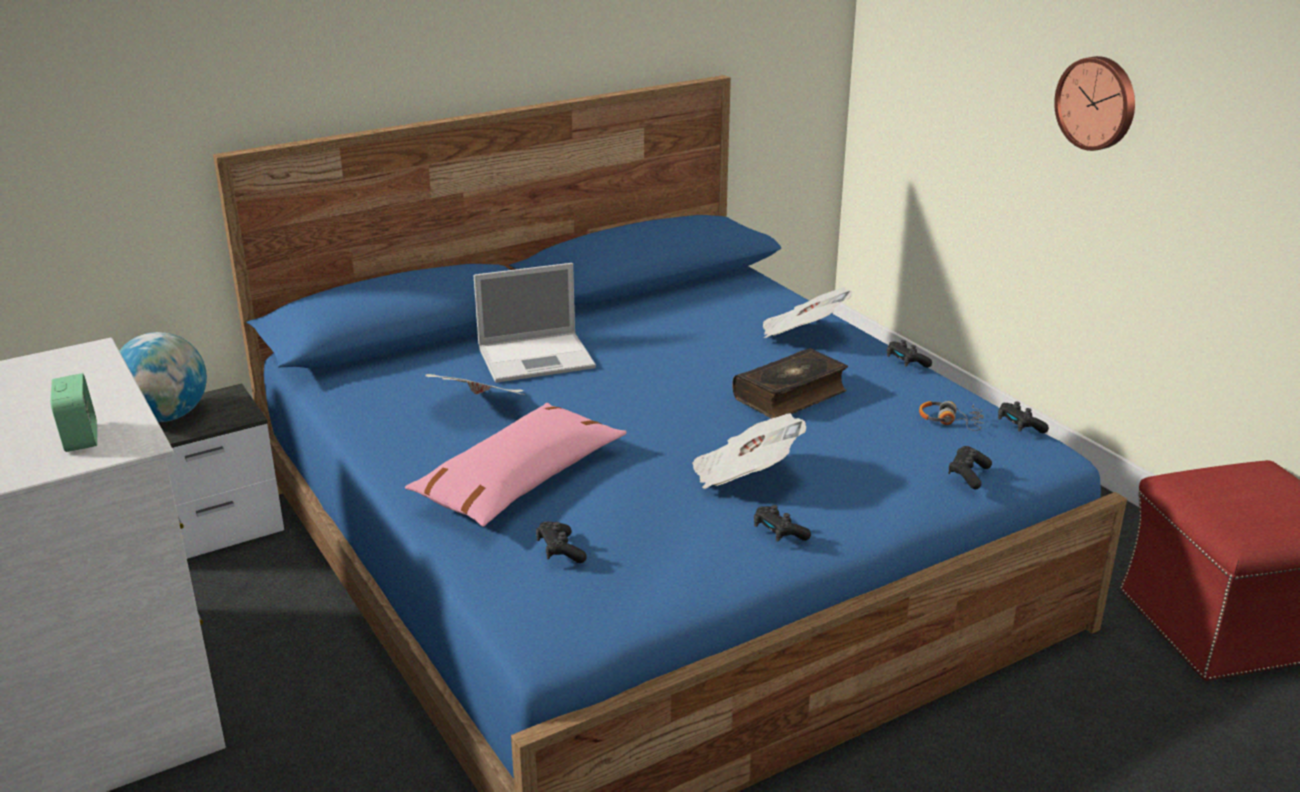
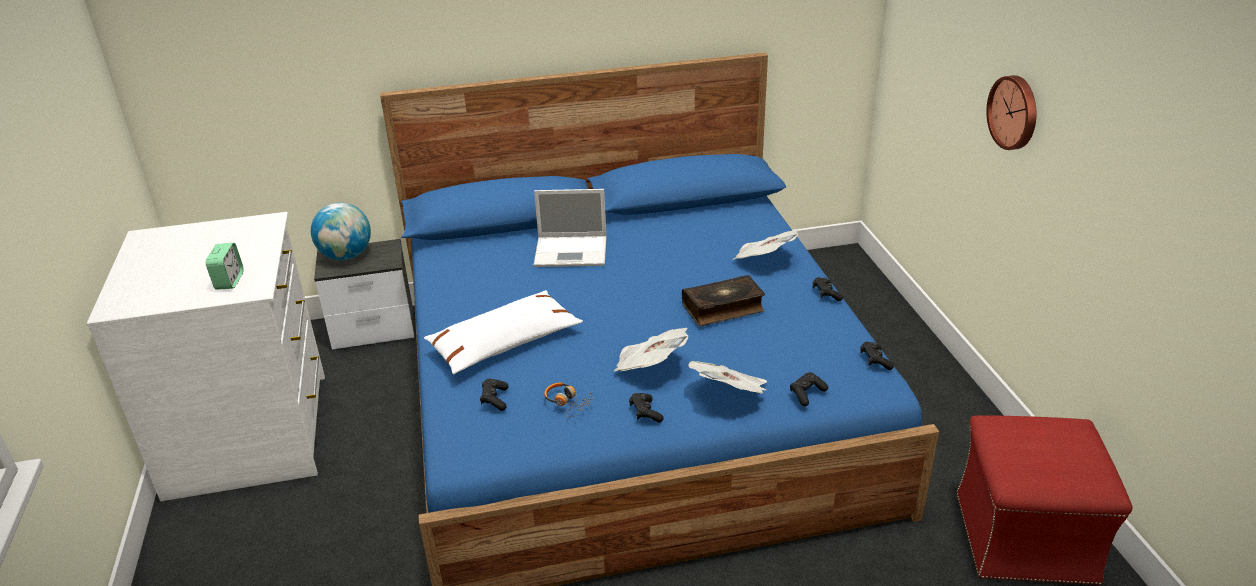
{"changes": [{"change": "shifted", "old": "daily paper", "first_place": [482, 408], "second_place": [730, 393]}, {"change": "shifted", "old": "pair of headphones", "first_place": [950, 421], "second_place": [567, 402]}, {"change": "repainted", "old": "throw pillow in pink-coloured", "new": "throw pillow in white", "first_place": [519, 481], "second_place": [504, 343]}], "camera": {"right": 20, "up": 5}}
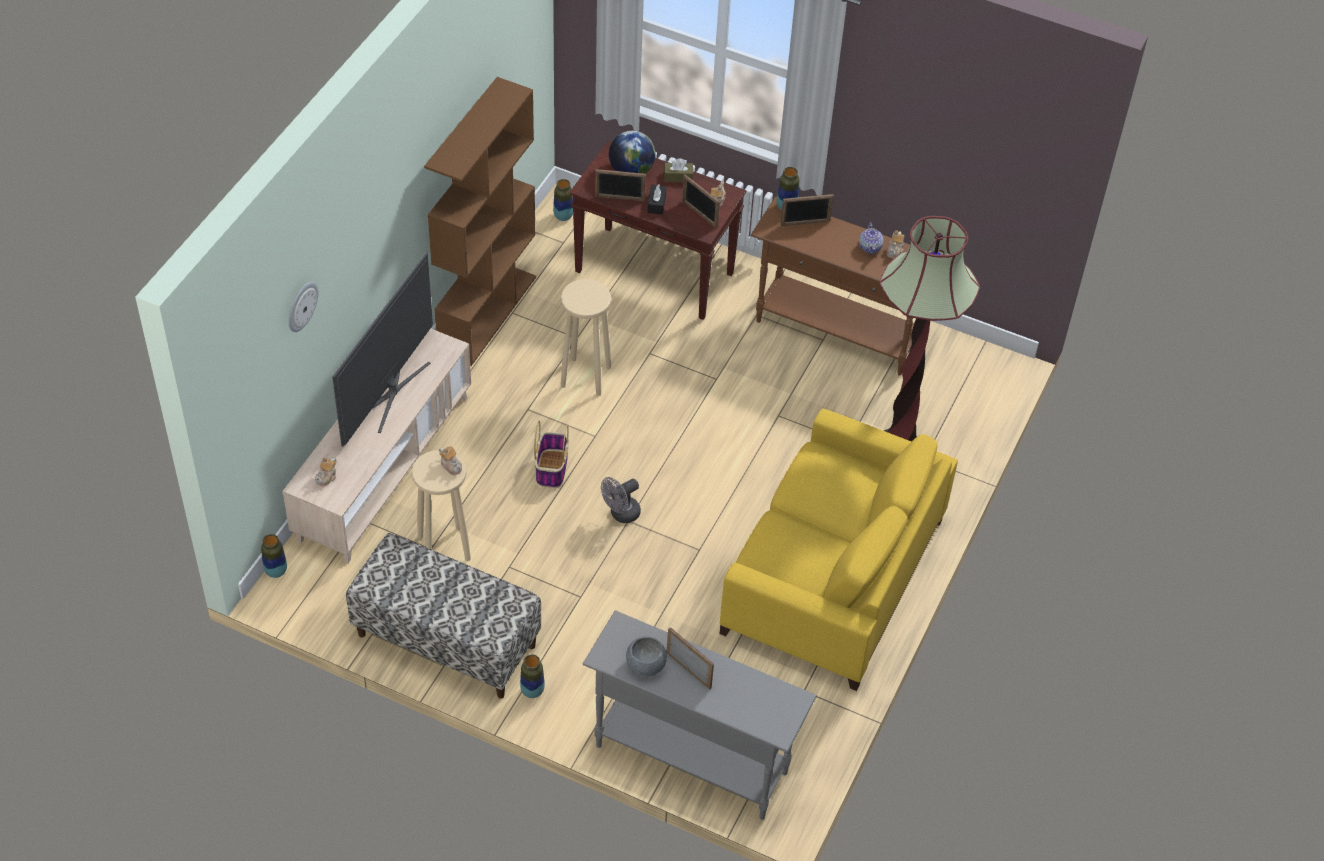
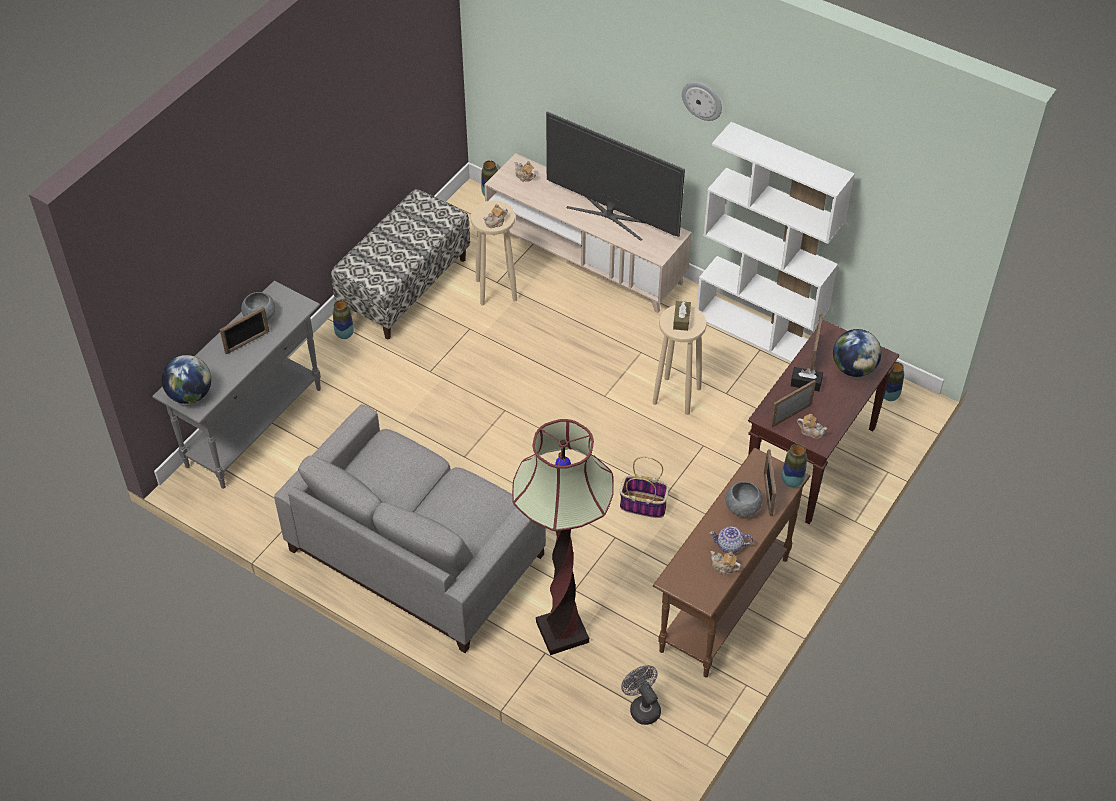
{"changes": [{"change": "repainted", "old": "bookshelf in brown-coloured", "new": "bookshelf in white", "first_place": [487, 313], "second_place": [759, 332]}, {"change": "shifted", "old": "tissue holder in brown-coloured", "first_place": [678, 177], "second_place": [681, 319]}, {"change": "shifted", "old": "hanging clock", "first_place": [301, 306], "second_place": [702, 100]}, {"change": "repainted", "old": "settee in yellow-coloured", "new": "settee in grey", "first_place": [831, 575], "second_place": [417, 551]}, {"change": "shifted", "old": "basket", "first_place": [551, 468], "second_place": [644, 505]}, {"change": "shifted", "old": "cooling fan in grey", "first_place": [621, 514], "second_place": [642, 707]}, {"change": "new", "new": "world globe", "second_place": [190, 395]}, {"change": "new", "new": "bowl in grey", "second_place": [743, 507]}], "camera": {"right": 100, "up": 0}}
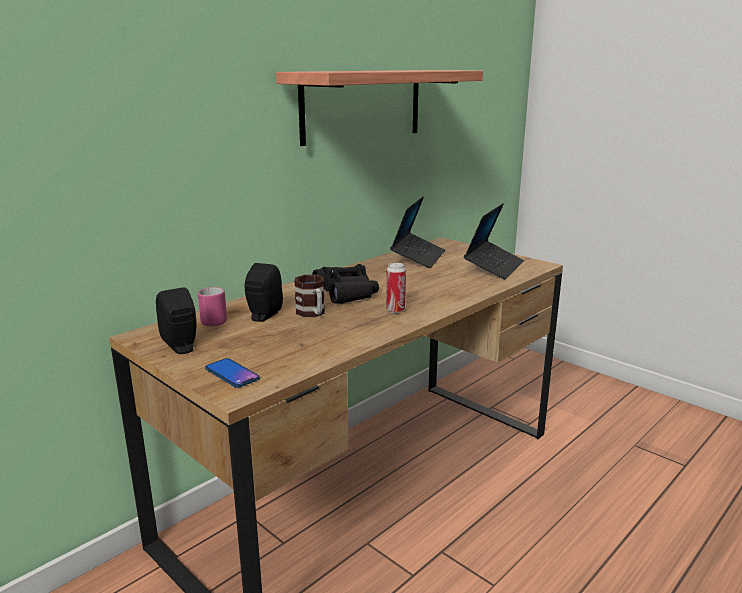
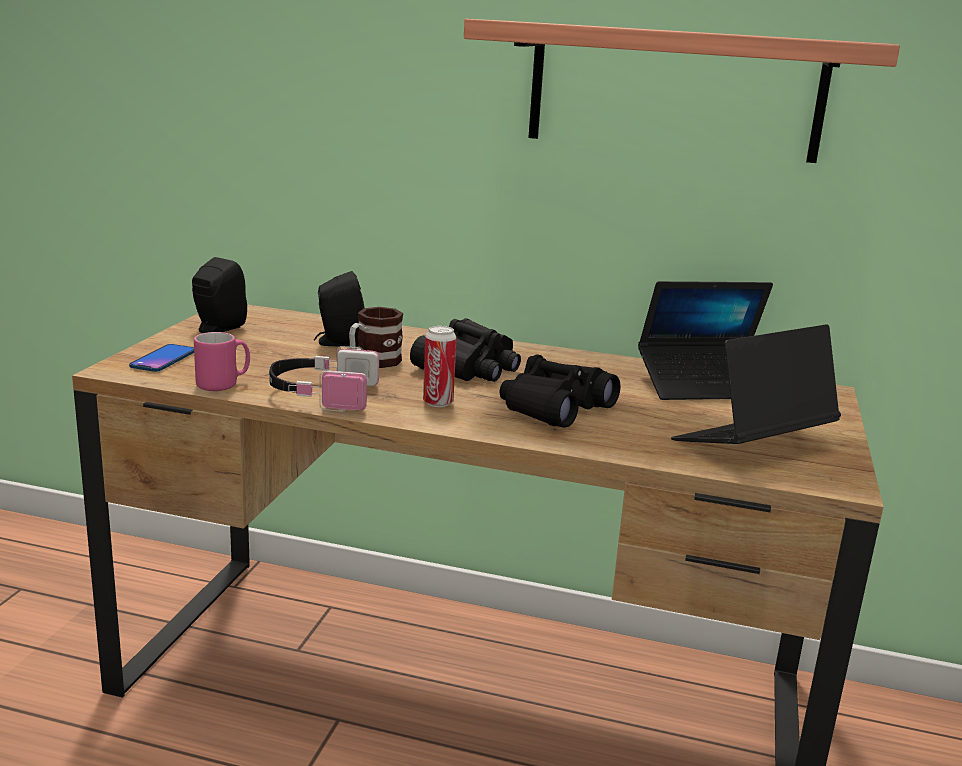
{"changes": [{"change": "rotated", "old": "notebook computer", "first_place": [494, 267], "second_place": [752, 444], "degrees": 150}, {"change": "shifted", "old": "coffee mug in pink-coloured", "first_place": [214, 320], "second_place": [224, 384]}, {"change": "new", "new": "pair of headphones", "second_place": [321, 395]}, {"change": "new", "new": "pair of binoculars in black-coloured", "second_place": [554, 408]}], "camera": {"right": 60, "up": 0}}
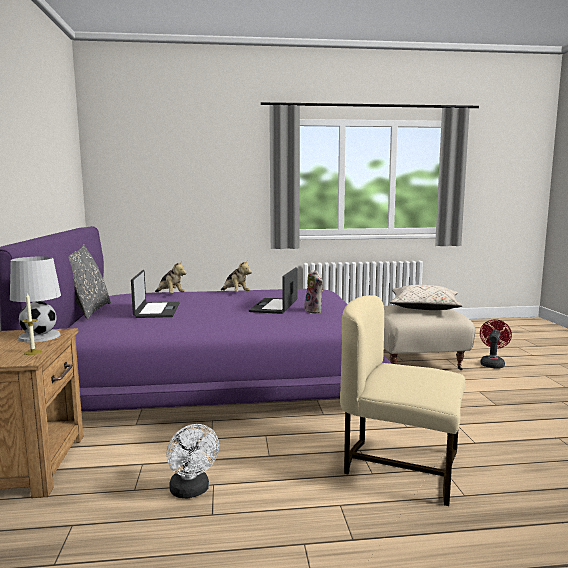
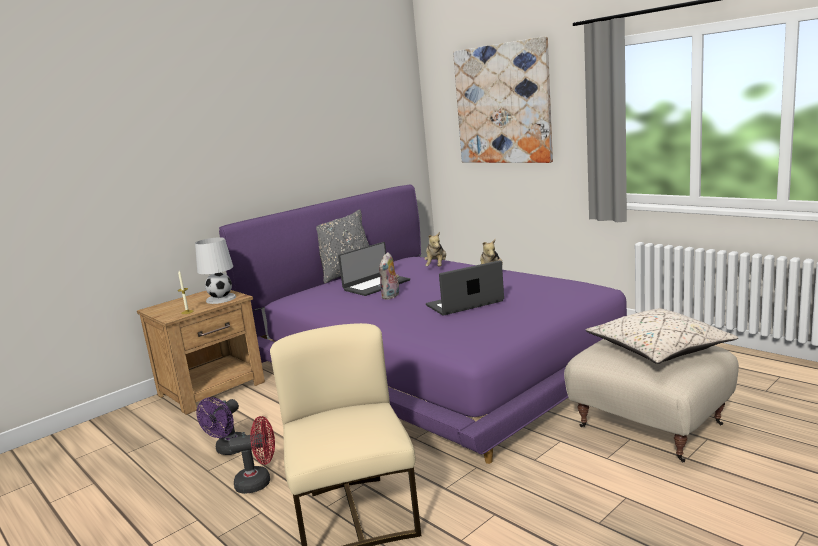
{"changes": [{"change": "shifted", "old": "cuddly toy", "first_place": [315, 311], "second_place": [391, 296]}, {"change": "shifted", "old": "cooling fan in red-coloured", "first_place": [492, 363], "second_place": [259, 482]}, {"change": "repainted", "old": "cooling fan in white", "new": "cooling fan in purple-coloured", "first_place": [191, 491], "second_place": [229, 450]}, {"change": "new", "new": "wall art", "second_place": [502, 104]}], "camera": {"right": 55, "up": 5}}
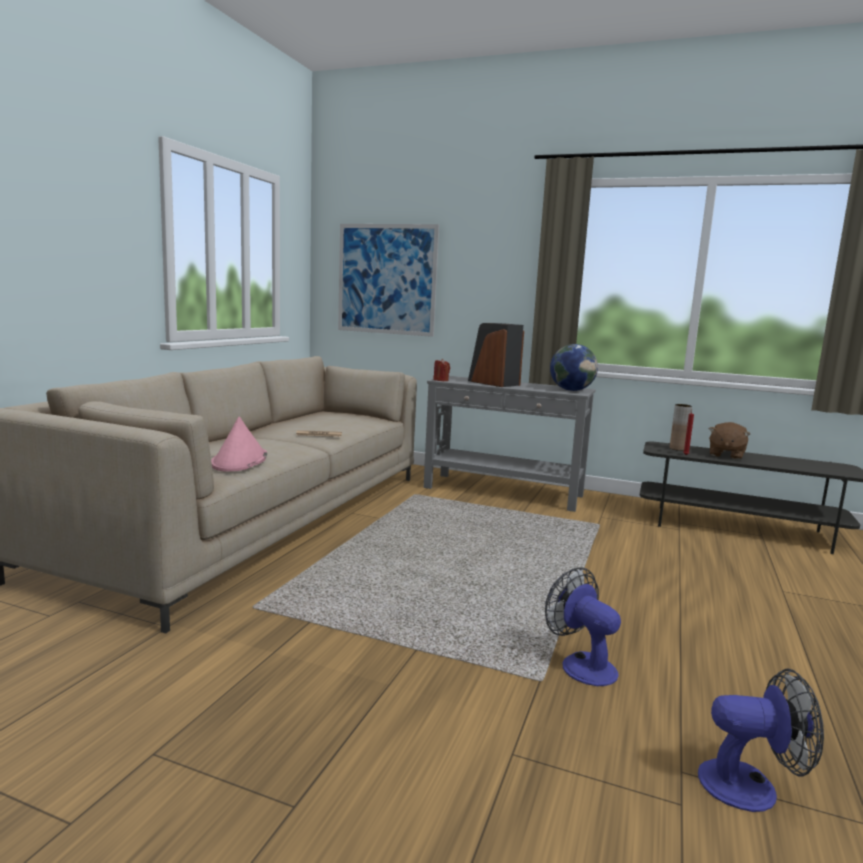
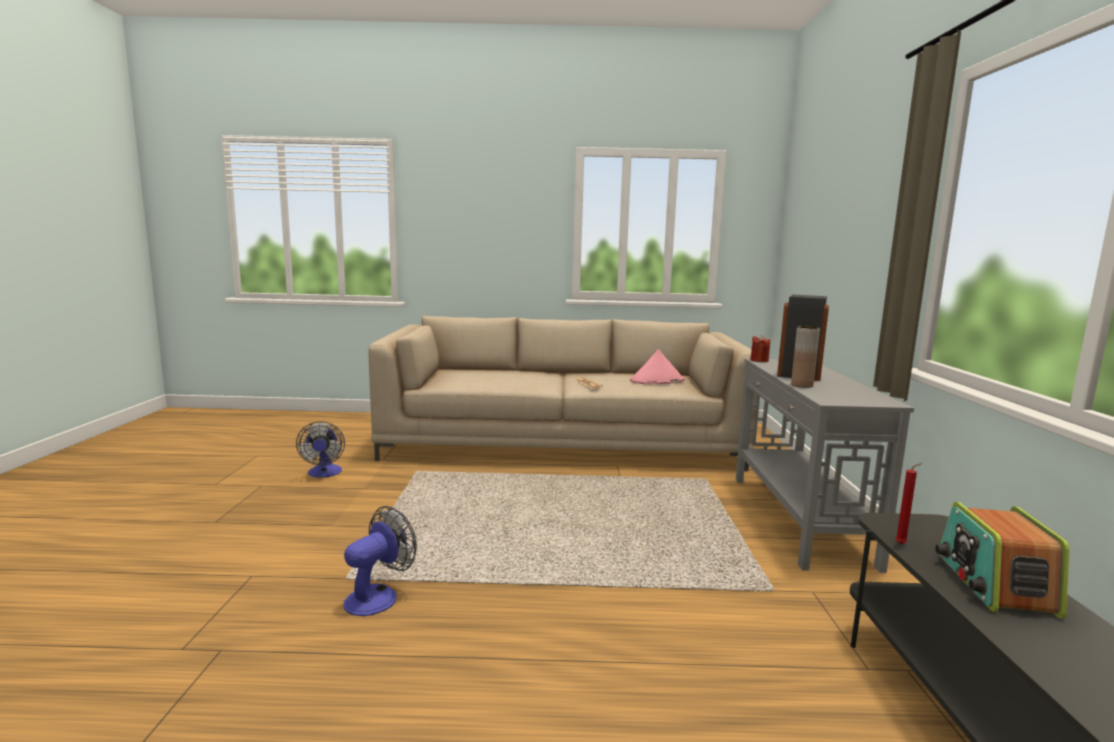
{"changes": [{"change": "gone", "old": "wall art", "first_place": [386, 279]}, {"change": "gone", "old": "world globe", "first_place": [571, 390]}, {"change": "shifted", "old": "decorative vase in brown-coloured", "first_place": [677, 449], "second_place": [802, 385]}, {"change": "shifted", "old": "wearable hat in pink-coloured", "first_place": [239, 461], "second_place": [657, 380]}, {"change": "swapped", "old": "cuddly toy in brown-coloured", "new": "radio", "first_place": [725, 455], "second_place": [993, 584]}, {"change": "shifted", "old": "cooling fan", "first_place": [751, 786], "second_place": [324, 473]}], "camera": {"right": 70, "up": 0}}
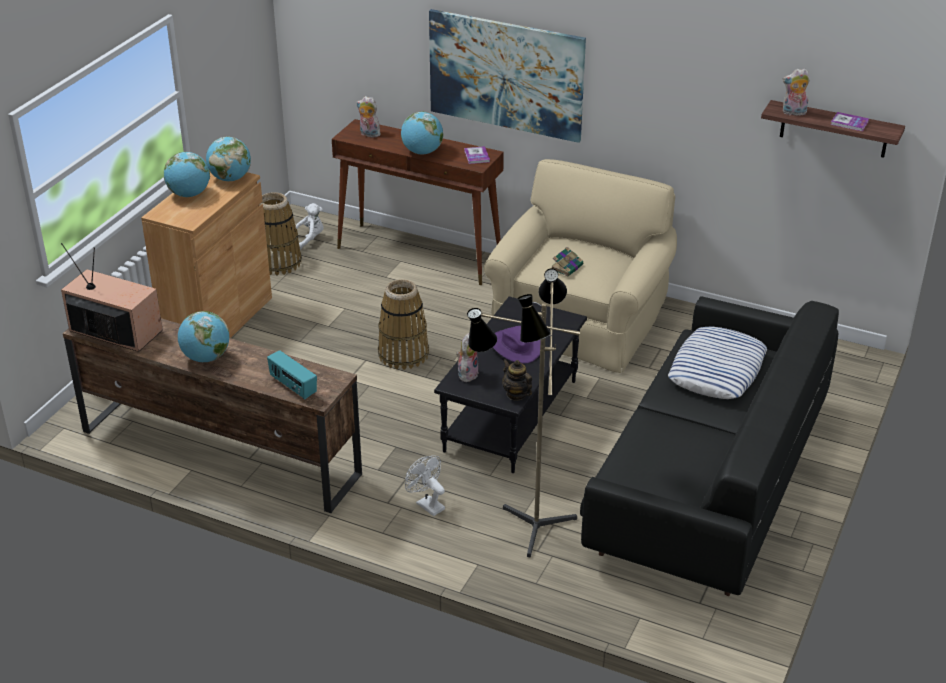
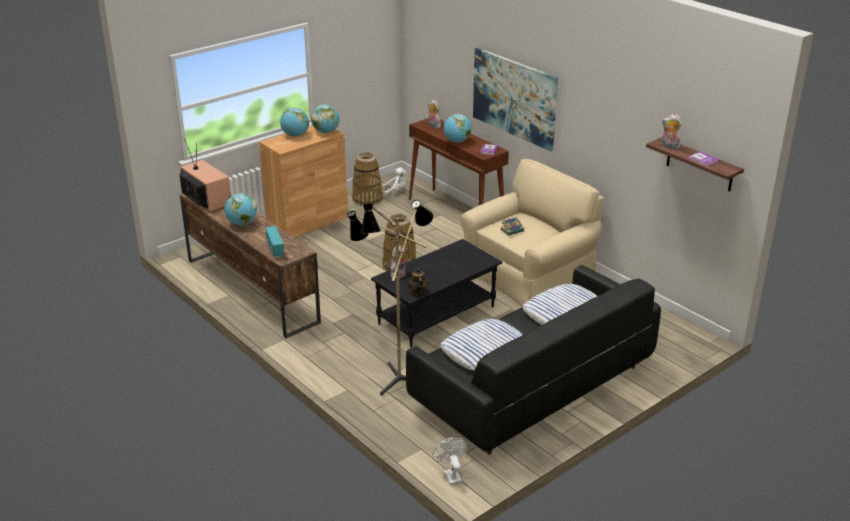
{"changes": [{"change": "gone", "old": "wearable hat in purple-coloured", "first_place": [515, 346]}, {"change": "shifted", "old": "cooling fan in white", "first_place": [427, 504], "second_place": [450, 475]}, {"change": "new", "new": "throw pillow", "second_place": [483, 350]}], "camera": {"right": 25, "up": -5}}
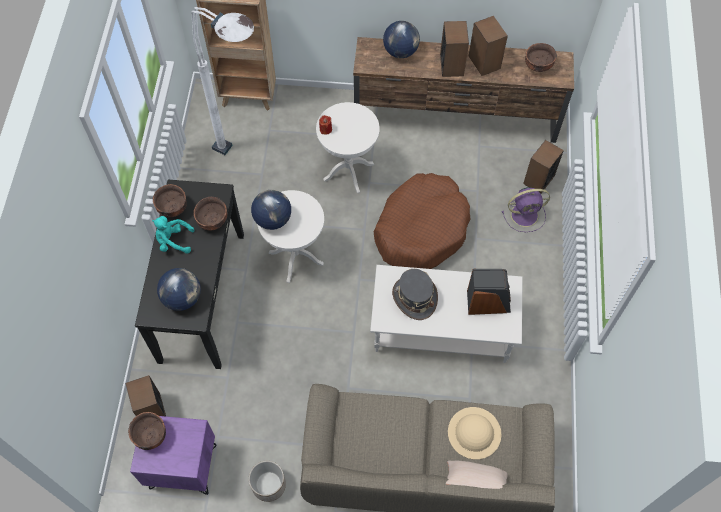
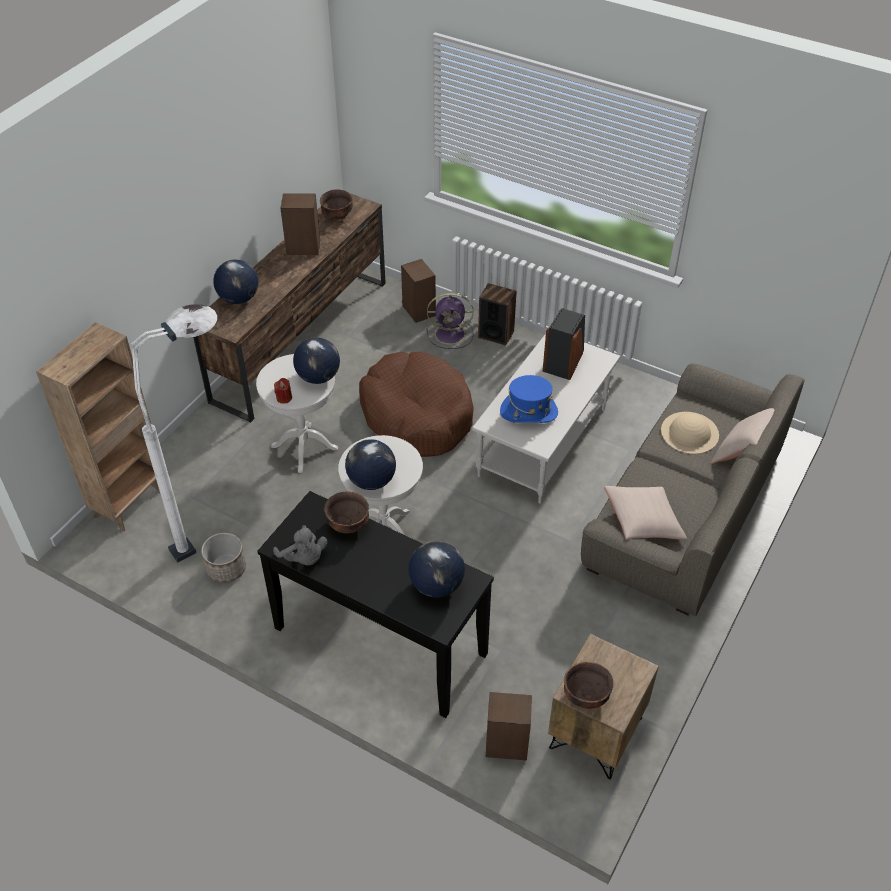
{"changes": [{"change": "shifted", "old": "speaker", "first_place": [452, 65], "second_place": [496, 334]}, {"change": "swapped", "old": "bowl in brown-coloured", "new": "cuddly toy in grey", "first_place": [172, 208], "second_place": [304, 558]}, {"change": "rotated", "old": "cooling fan in purple-coloured", "first_place": [525, 214], "second_place": [451, 334], "degrees": 75}, {"change": "gone", "old": "cuddly toy in blue-green", "first_place": [173, 241]}, {"change": "repainted", "old": "wearable hat in grey", "new": "wearable hat in blue", "first_place": [414, 298], "second_place": [528, 412]}, {"change": "repainted", "old": "night table in purple-coloured", "new": "night table in brown-coloured", "first_place": [183, 467], "second_place": [596, 733]}, {"change": "shifted", "old": "flower pot", "first_place": [268, 485], "second_place": [226, 569]}, {"change": "new", "new": "world globe", "second_place": [318, 377]}, {"change": "new", "new": "throw pillow in sand-coloured", "second_place": [643, 521]}], "camera": {"right": -65, "up": -15}}
